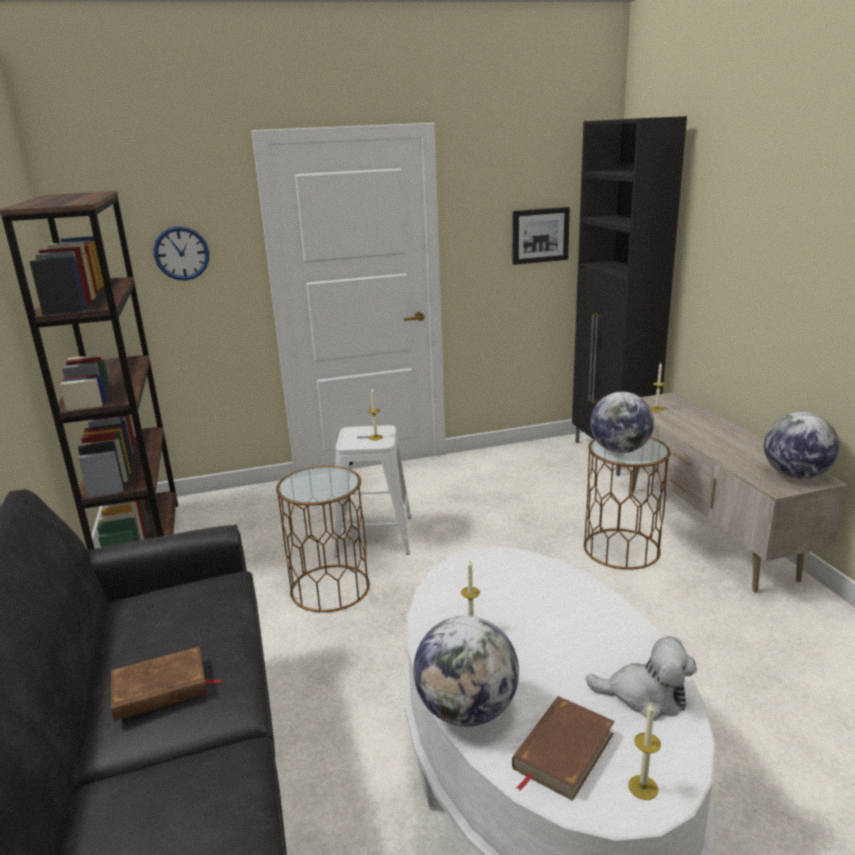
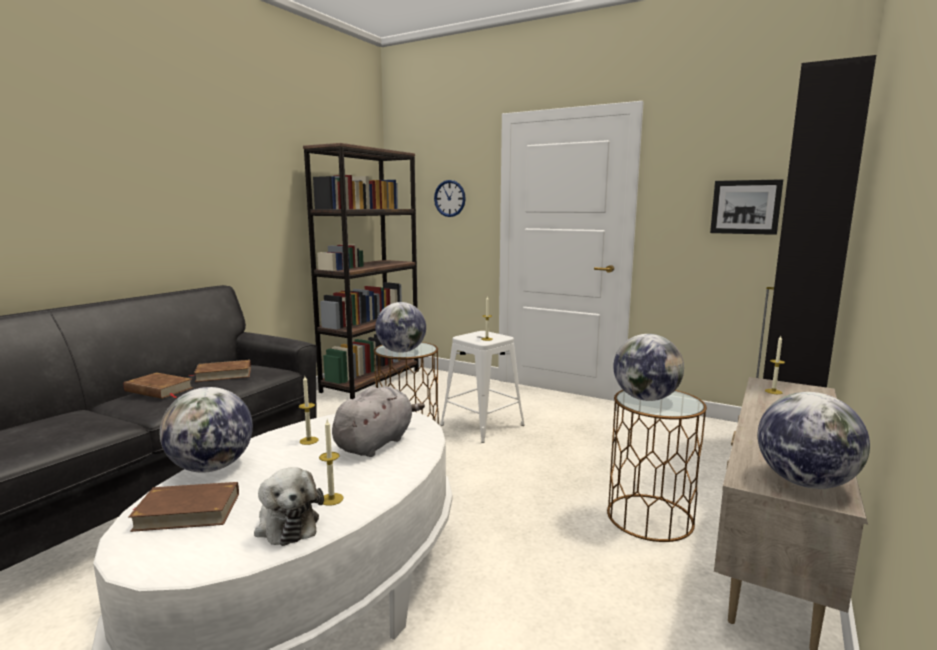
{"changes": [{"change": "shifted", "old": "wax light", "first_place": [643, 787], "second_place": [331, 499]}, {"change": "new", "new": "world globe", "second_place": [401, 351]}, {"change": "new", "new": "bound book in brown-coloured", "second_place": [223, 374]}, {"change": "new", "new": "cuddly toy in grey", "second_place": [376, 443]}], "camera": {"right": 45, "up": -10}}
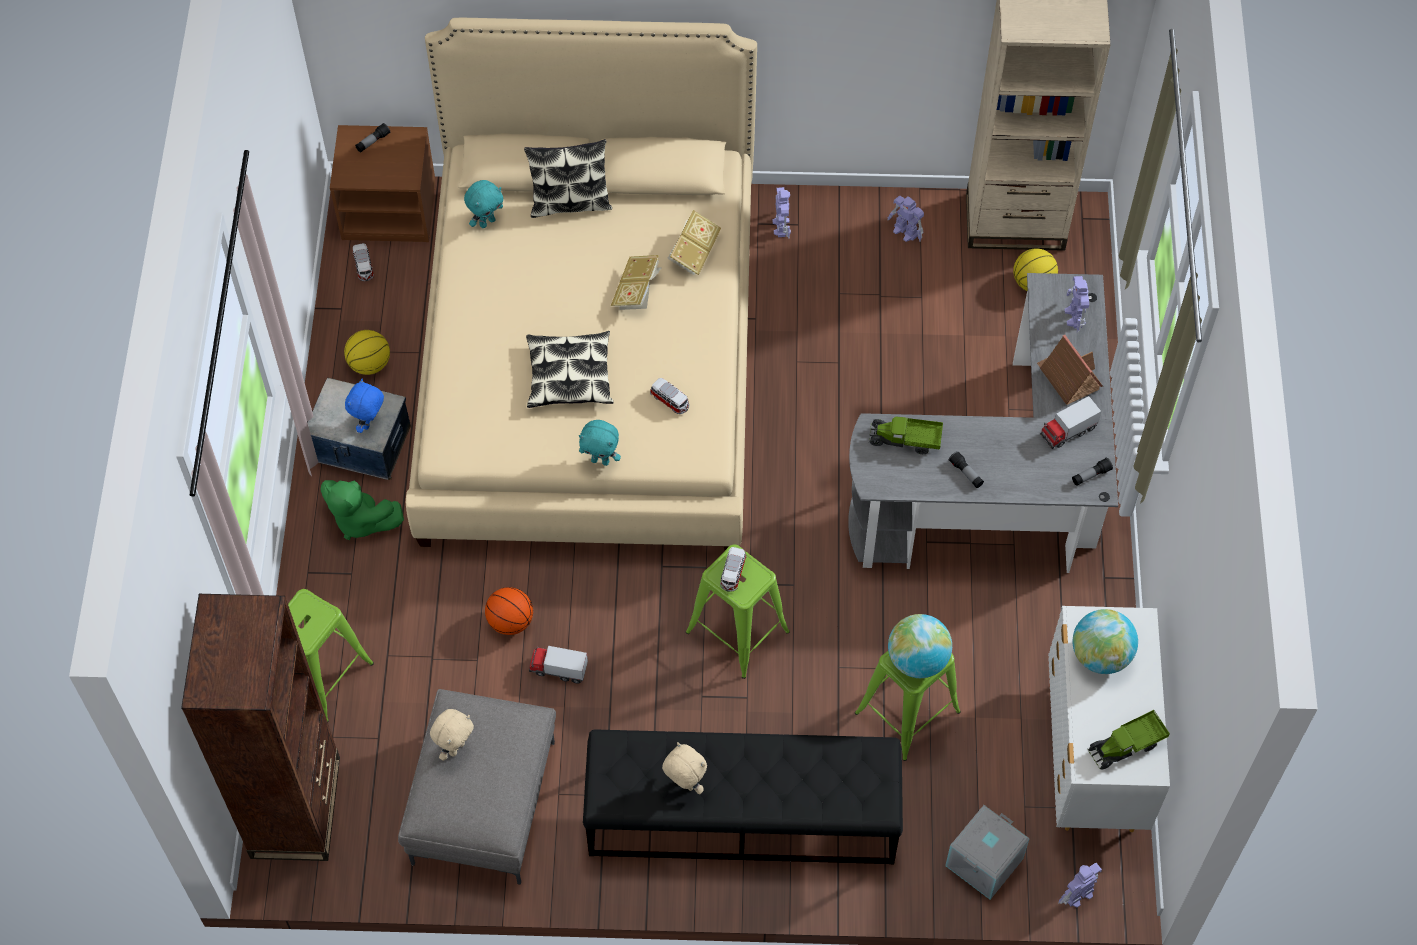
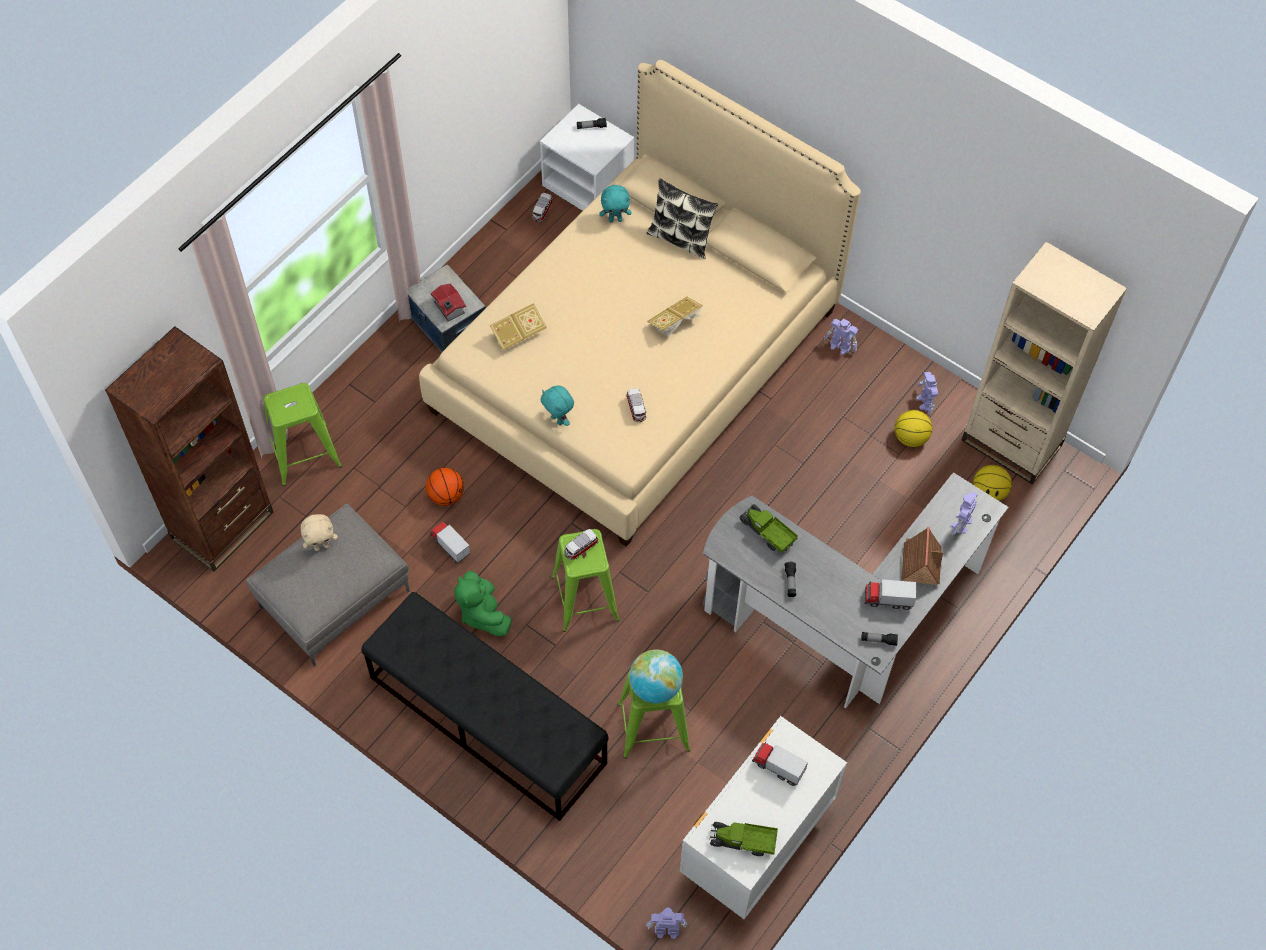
{"changes": [{"change": "repainted", "old": "night table in brown-coloured", "new": "night table in white", "first_place": [390, 210], "second_place": [589, 184]}, {"change": "rotated", "old": "model robot", "first_place": [781, 226], "second_place": [840, 347], "degrees": 90}, {"change": "shifted", "old": "bound book", "first_place": [693, 252], "second_place": [518, 334]}, {"change": "shifted", "old": "basketball", "first_place": [369, 364], "second_place": [910, 437]}, {"change": "gone", "old": "throw pillow", "first_place": [569, 376]}, {"change": "swapped", "old": "cuddly toy in blue", "new": "model house", "first_place": [369, 423], "second_place": [449, 309]}, {"change": "shifted", "old": "cuddly toy in green", "first_place": [360, 520], "second_place": [482, 613]}, {"change": "swapped", "old": "world globe", "new": "toy truck", "first_place": [1100, 655], "second_place": [778, 767]}, {"change": "gone", "old": "cuddly toy in sand-coloured", "first_place": [684, 784]}, {"change": "gone", "old": "storage box in grey", "first_place": [985, 863]}], "camera": {"right": 35, "up": 0}}
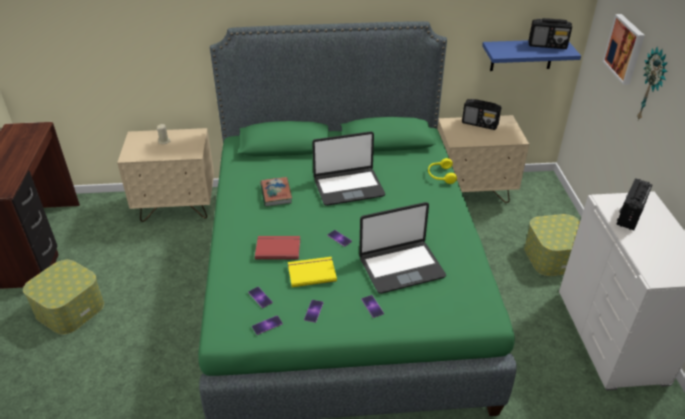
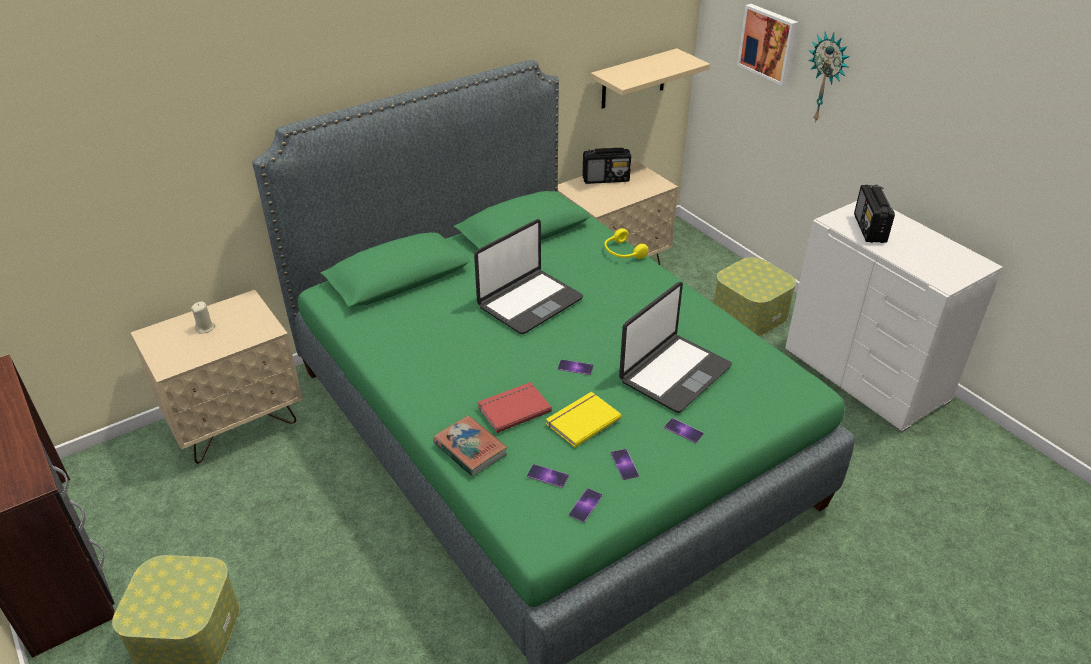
{"changes": [{"change": "gone", "old": "radio", "first_place": [547, 45]}, {"change": "repainted", "old": "shelf in blue", "new": "shelf in sand-coloured", "first_place": [522, 55], "second_place": [633, 79]}, {"change": "shifted", "old": "bound book", "first_place": [276, 194], "second_place": [470, 449]}], "camera": {"right": -30, "up": 0}}
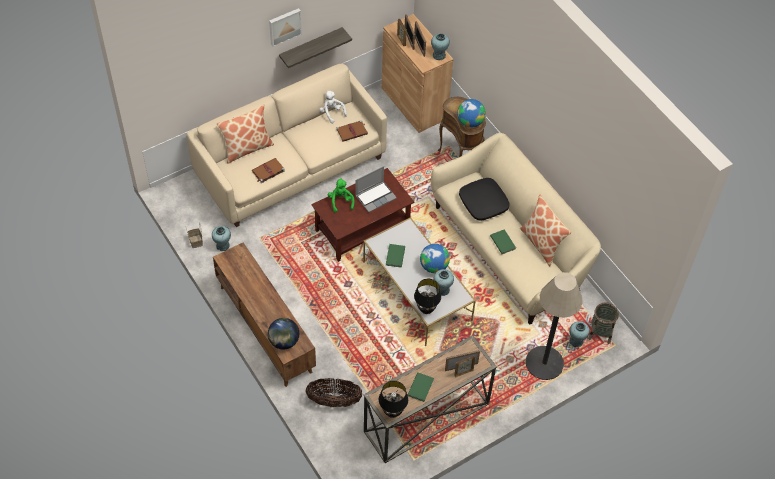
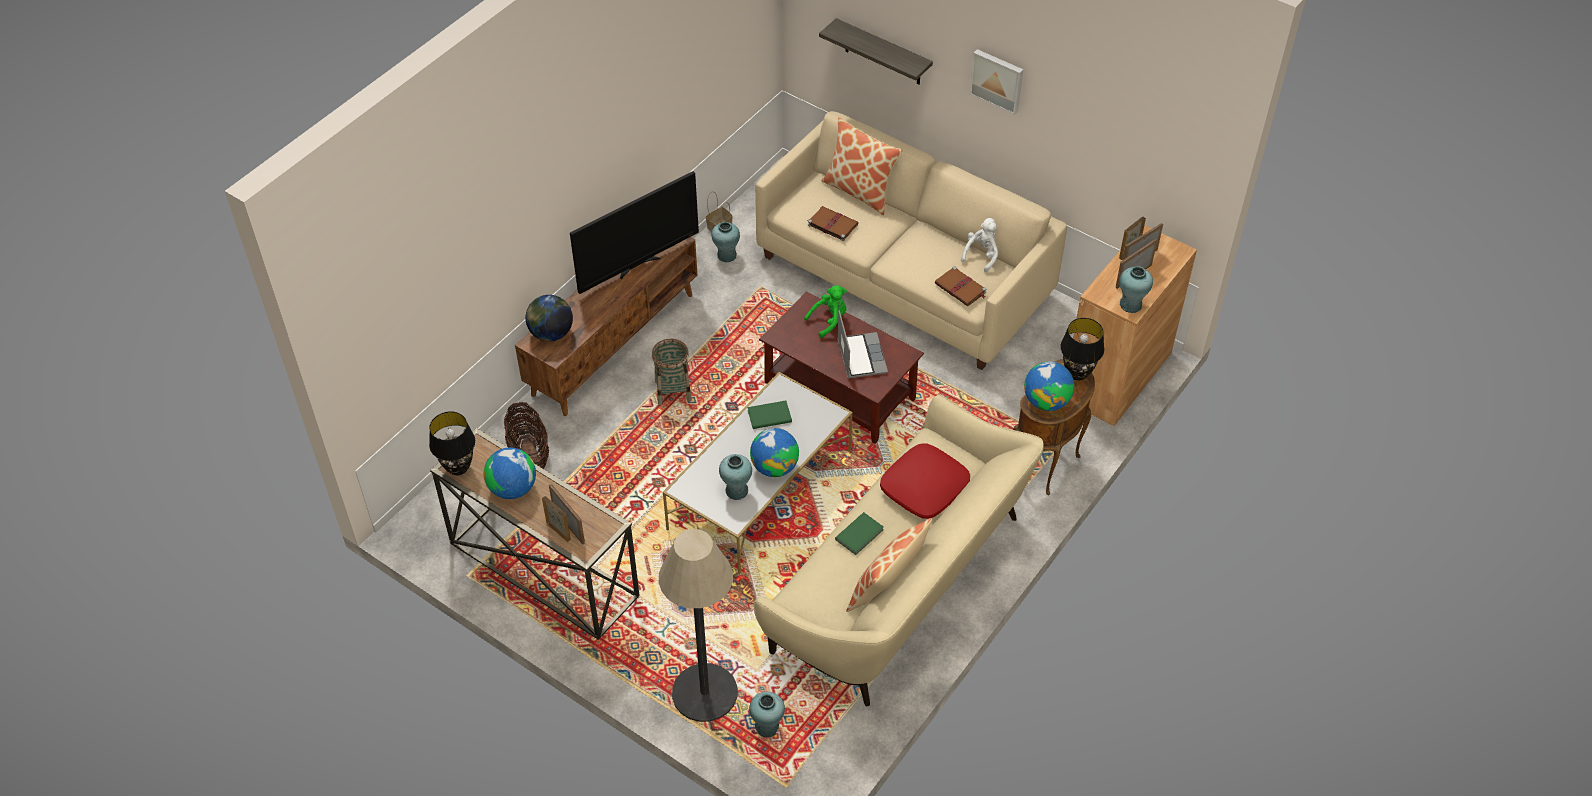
{"changes": [{"change": "shifted", "old": "shelf", "first_place": [311, 48], "second_place": [883, 53]}, {"change": "rotated", "old": "notebook computer", "first_place": [376, 196], "second_place": [860, 356], "degrees": -135}, {"change": "repainted", "old": "throw pillow in black-coloured", "new": "throw pillow in red-coloured", "first_place": [483, 203], "second_place": [924, 488]}, {"change": "shifted", "old": "tabletop lamp in black-coloured", "first_place": [426, 309], "second_place": [1077, 373]}, {"change": "shifted", "old": "basket", "first_place": [600, 332], "second_place": [673, 391]}, {"change": "swapped", "old": "bound book in green", "new": "world globe", "first_place": [421, 387], "second_place": [513, 489]}, {"change": "new", "new": "TV set", "second_place": [638, 265]}], "camera": {"right": 70, "up": -5}}
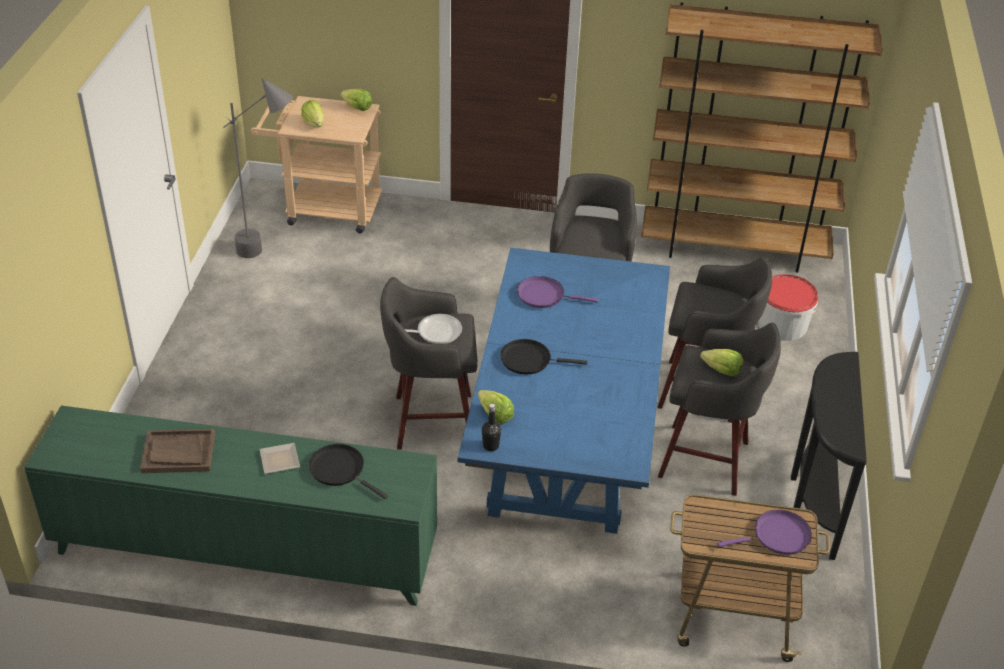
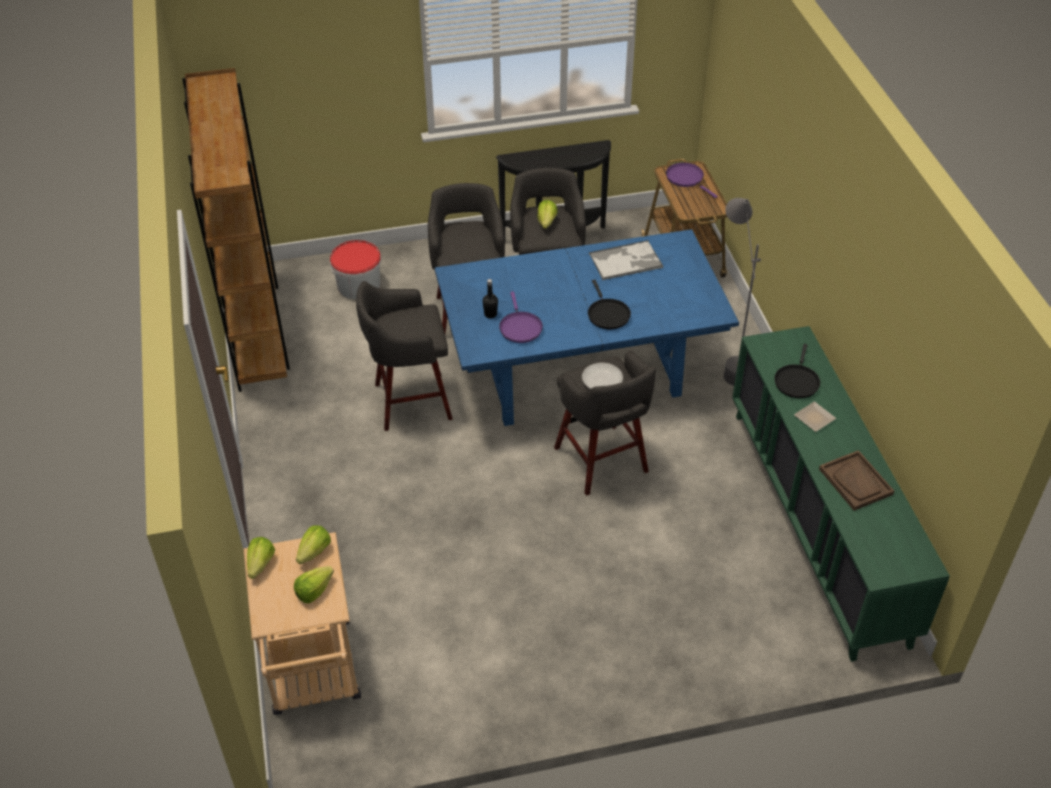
{"changes": [{"change": "shifted", "old": "standing lamp in grey", "first_place": [270, 252], "second_place": [728, 362]}, {"change": "shifted", "old": "lettuce", "first_place": [495, 415], "second_place": [314, 552]}, {"change": "shifted", "old": "drink bottle in black-coloured", "first_place": [490, 446], "second_place": [490, 314]}, {"change": "new", "new": "tray", "second_place": [626, 261]}], "camera": {"right": -110, "up": 5}}
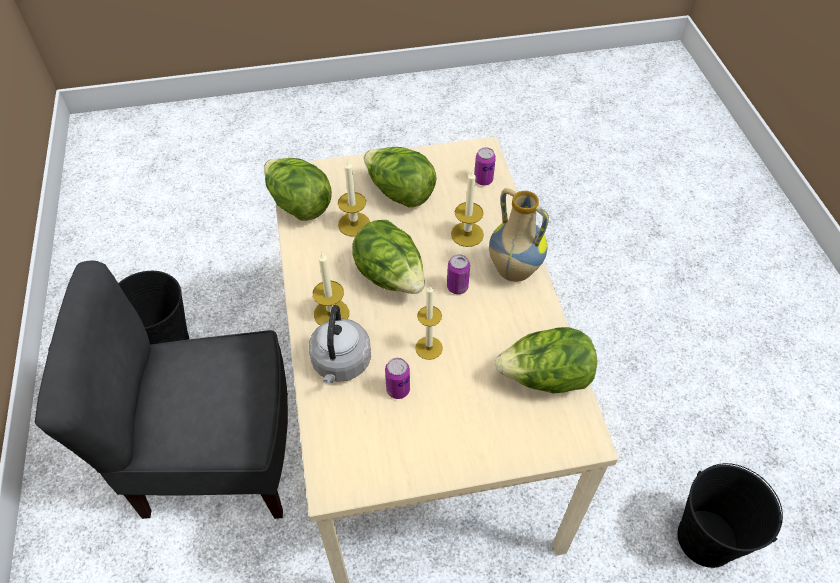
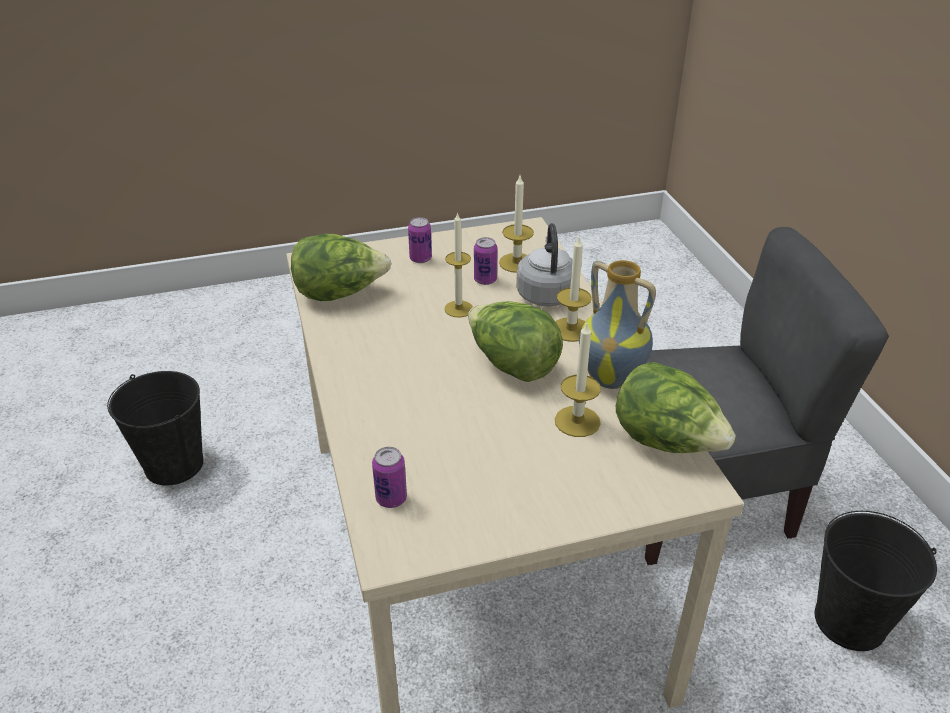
{"changes": [{"change": "gone", "old": "lettuce", "first_place": [400, 193]}, {"change": "shifted", "old": "wax light", "first_place": [467, 234], "second_place": [517, 263]}, {"change": "shifted", "old": "decorative vase", "first_place": [512, 271], "second_place": [612, 377]}, {"change": "shifted", "old": "metal can", "first_place": [457, 287], "second_place": [420, 259]}], "camera": {"right": 175, "up": -15}}
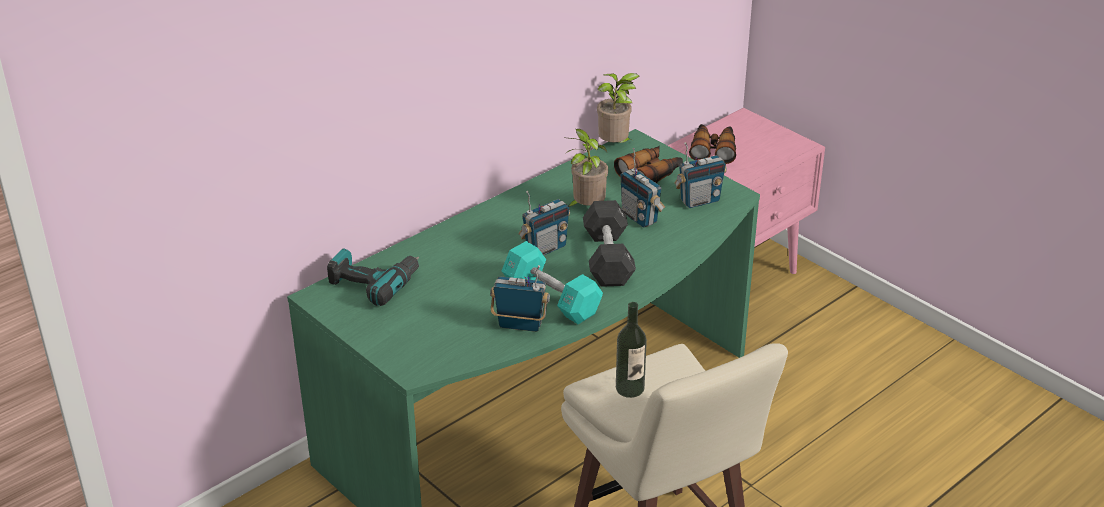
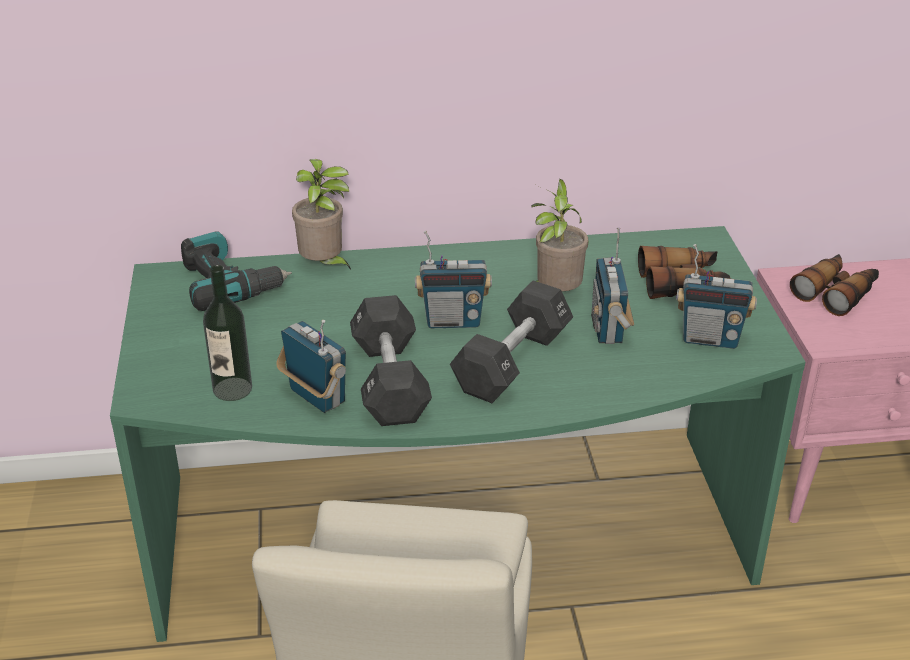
{"changes": [{"change": "shifted", "old": "potted plant", "first_place": [615, 146], "second_place": [324, 266]}, {"change": "repainted", "old": "hand weight in blue-green", "new": "hand weight in black-coloured", "first_place": [551, 298], "second_place": [390, 381]}, {"change": "shifted", "old": "drink bottle", "first_place": [630, 388], "second_place": [232, 389]}], "camera": {"right": 35, "up": 0}}
